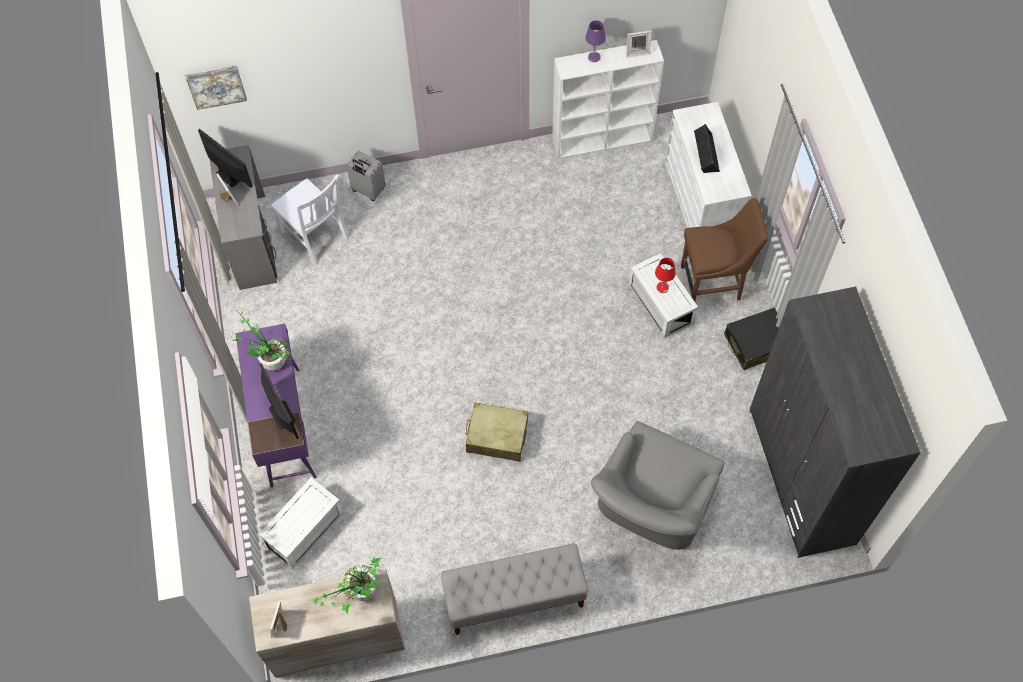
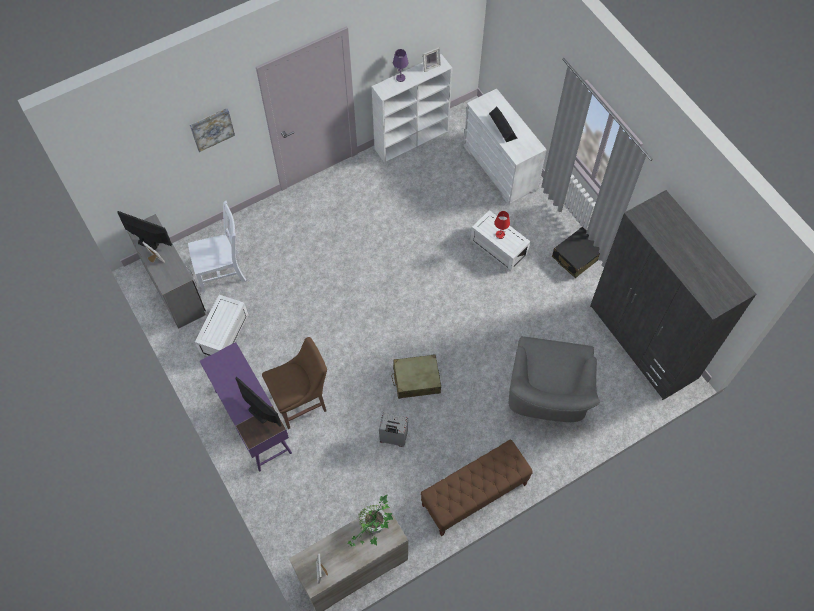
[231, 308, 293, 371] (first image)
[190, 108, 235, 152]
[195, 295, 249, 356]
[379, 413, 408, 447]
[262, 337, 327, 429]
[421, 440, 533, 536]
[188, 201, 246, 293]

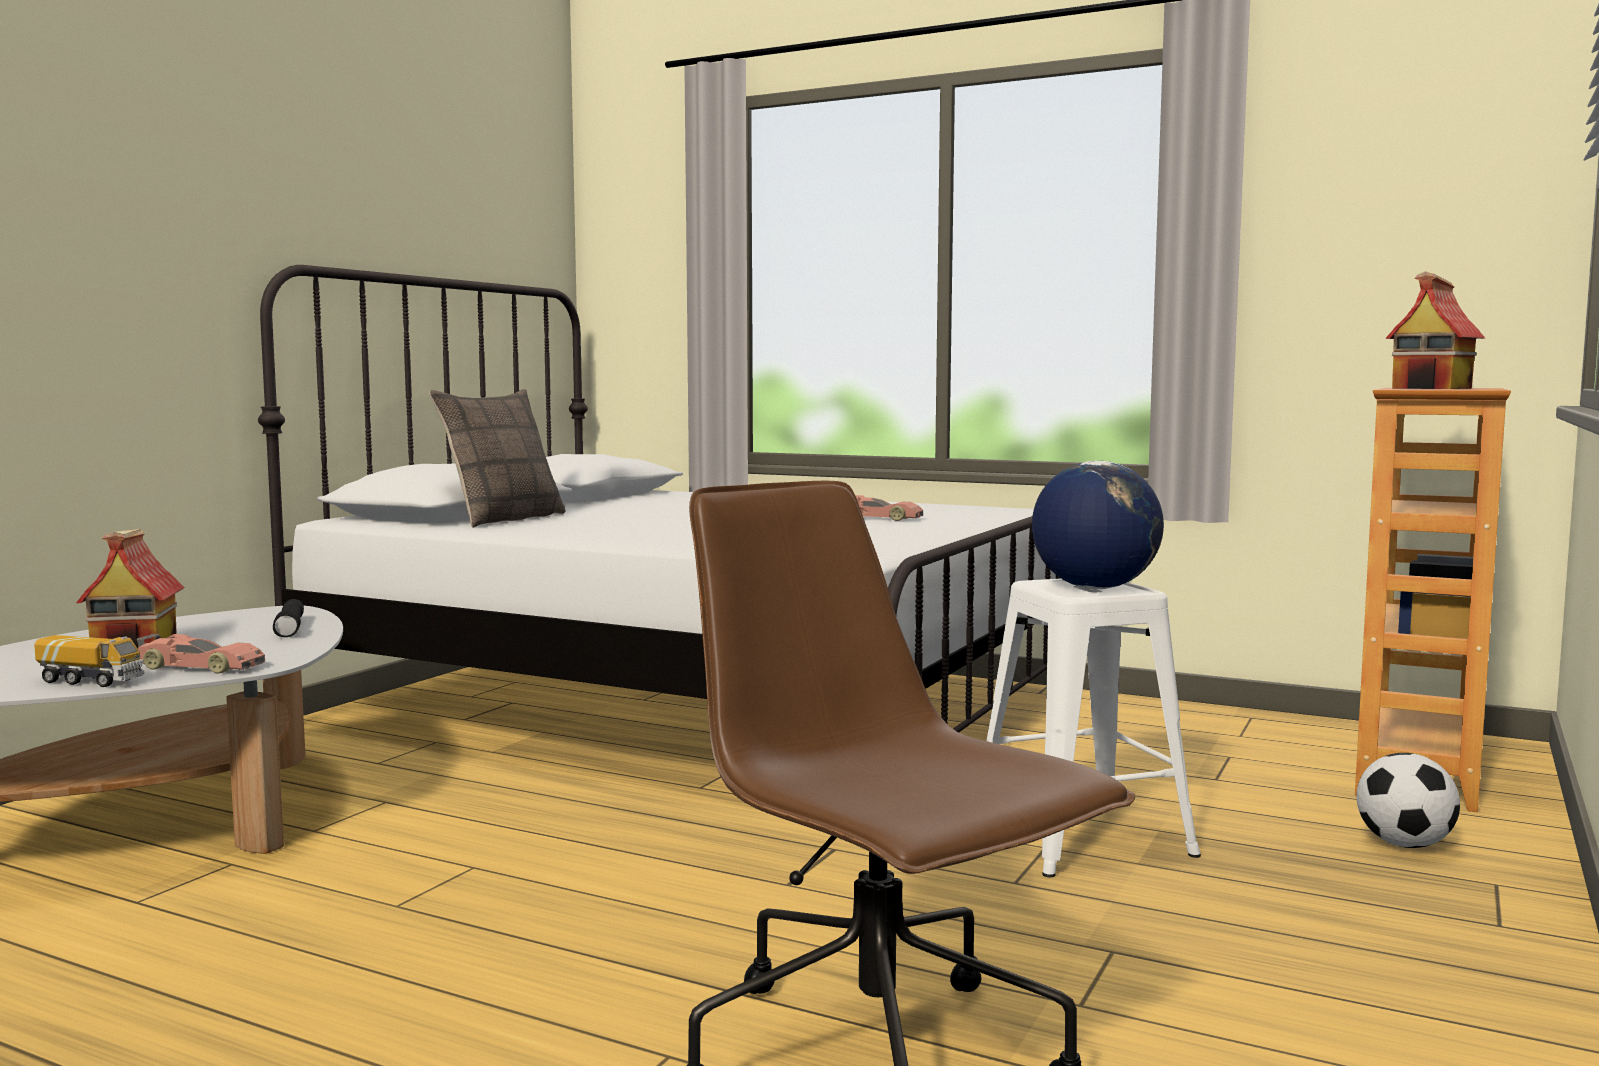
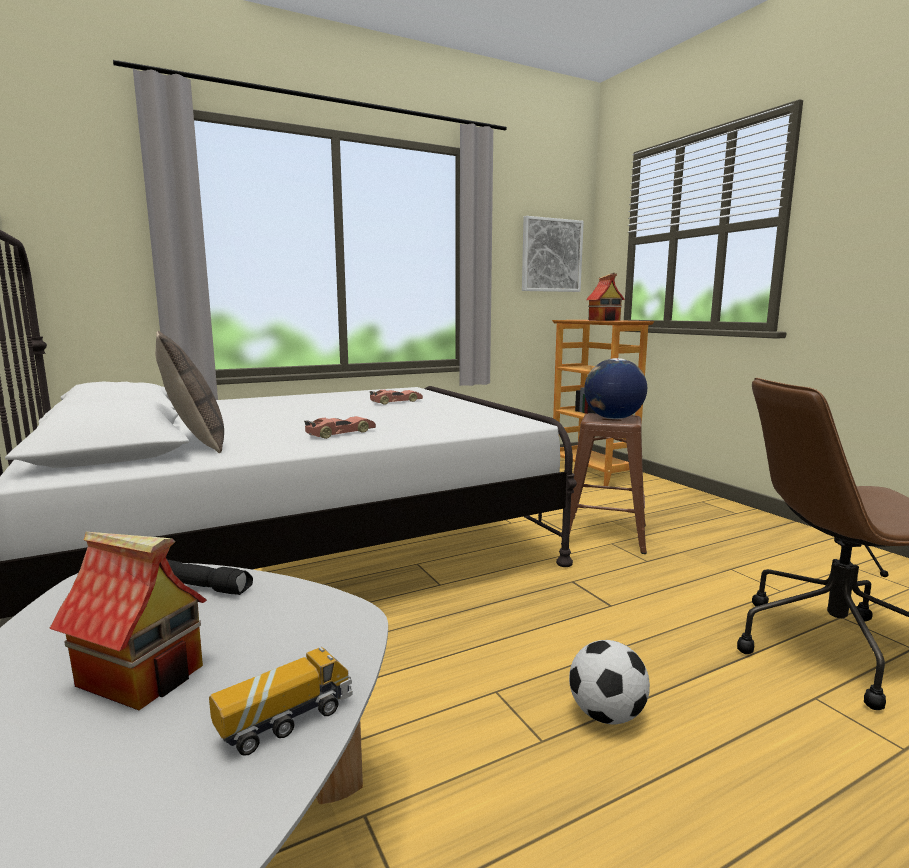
[522, 216, 584, 292]
[304, 416, 376, 439]
[569, 640, 650, 724]
[561, 413, 647, 554]

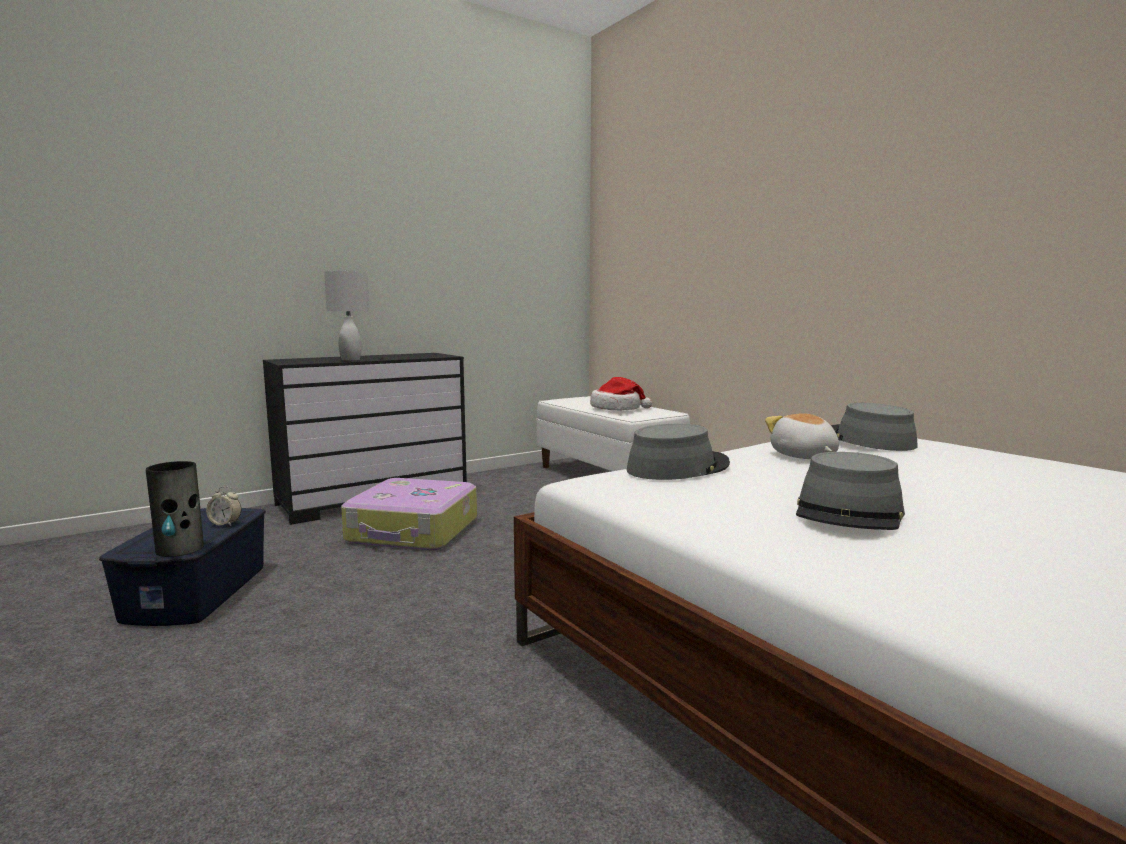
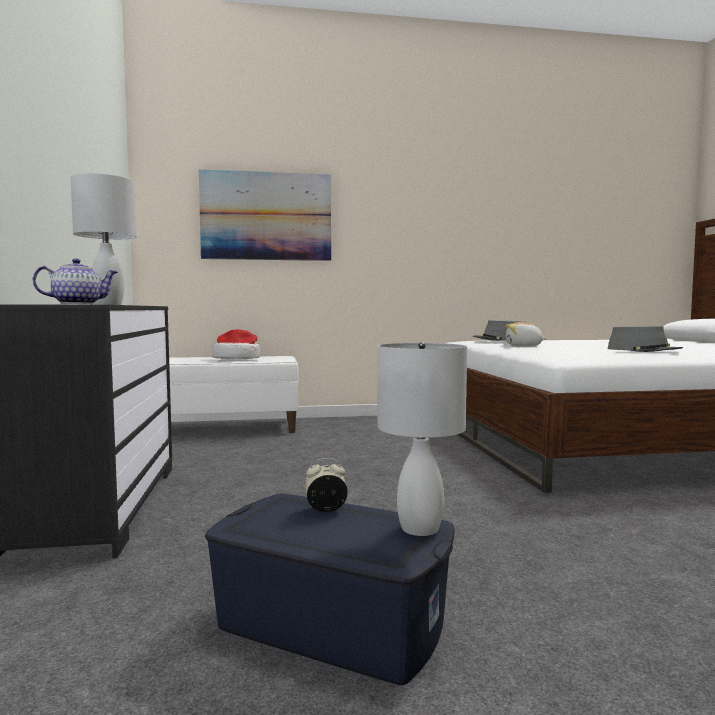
[341, 478, 477, 550] (first image)
[627, 424, 730, 480] (first image)
[32, 259, 118, 305]
[199, 169, 331, 261]
[377, 342, 467, 536]
[305, 458, 348, 512]

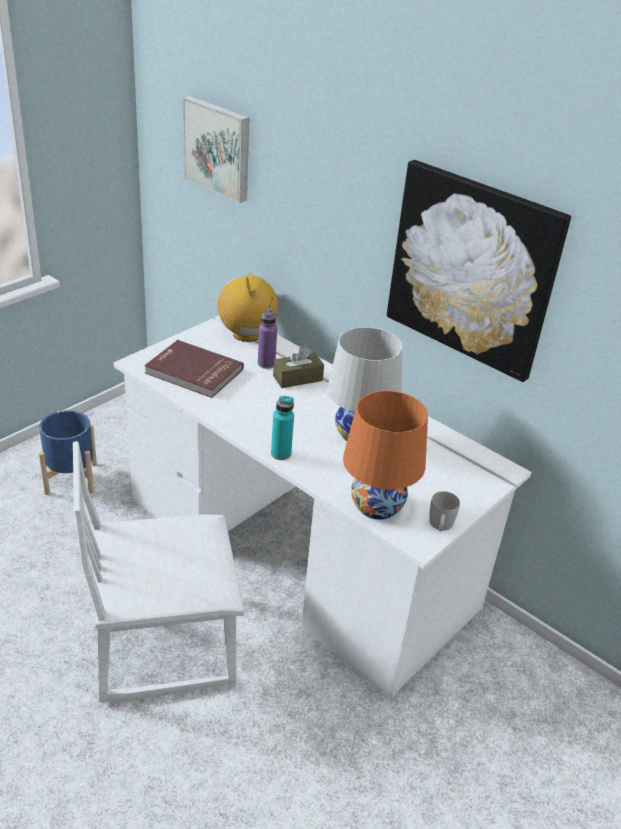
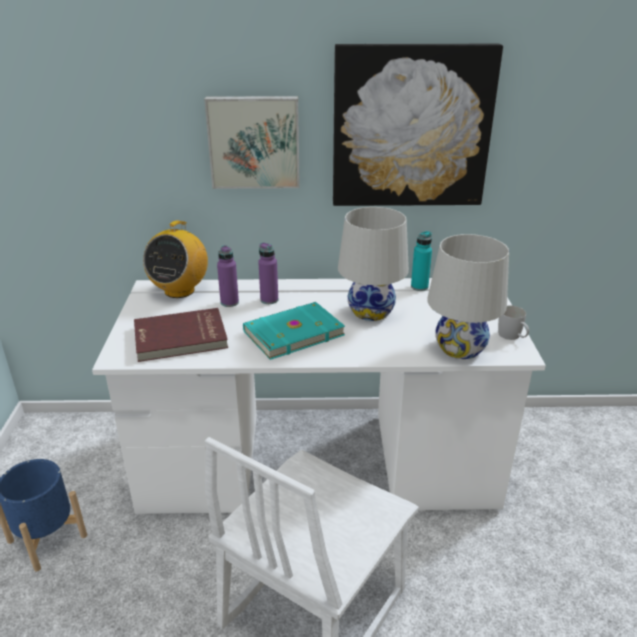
[243, 302, 345, 360]
[204, 96, 300, 189]
[411, 231, 432, 291]
[258, 243, 278, 304]
[427, 234, 509, 359]
[143, 221, 208, 298]

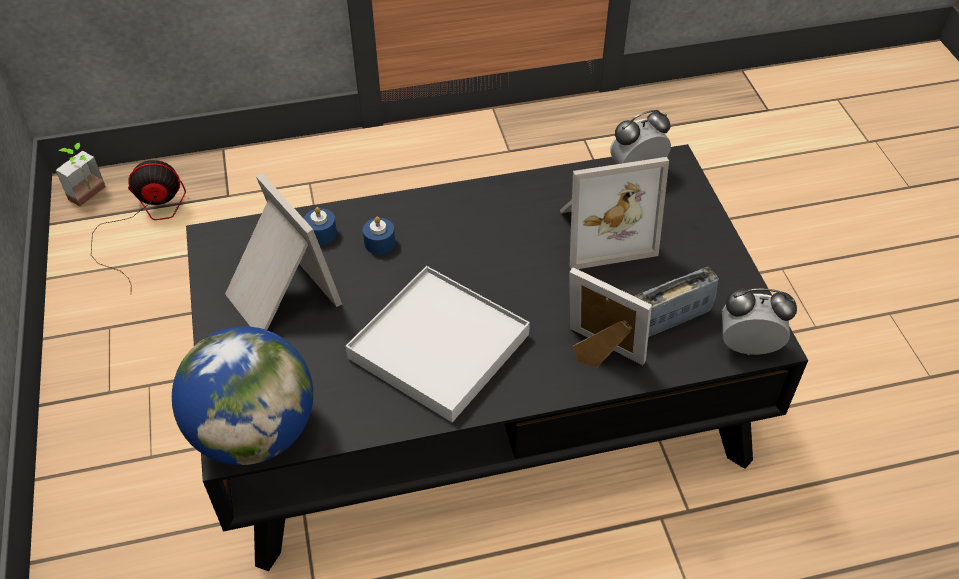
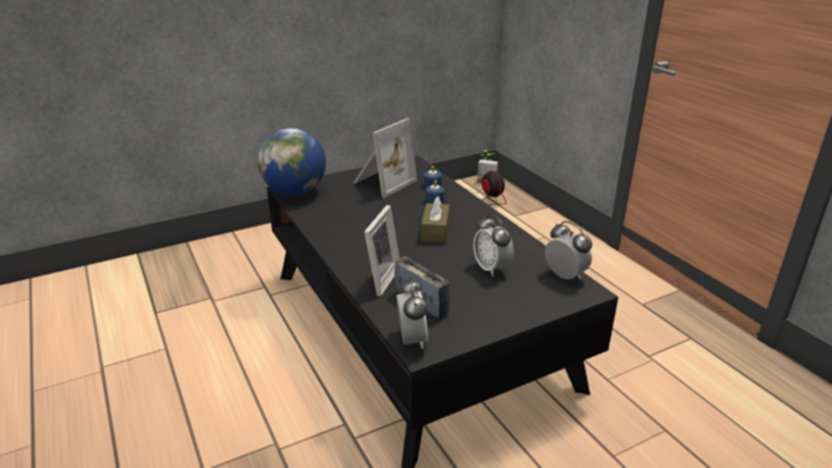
[346, 266, 530, 422] (first image)
[421, 196, 449, 243]
[473, 214, 514, 276]

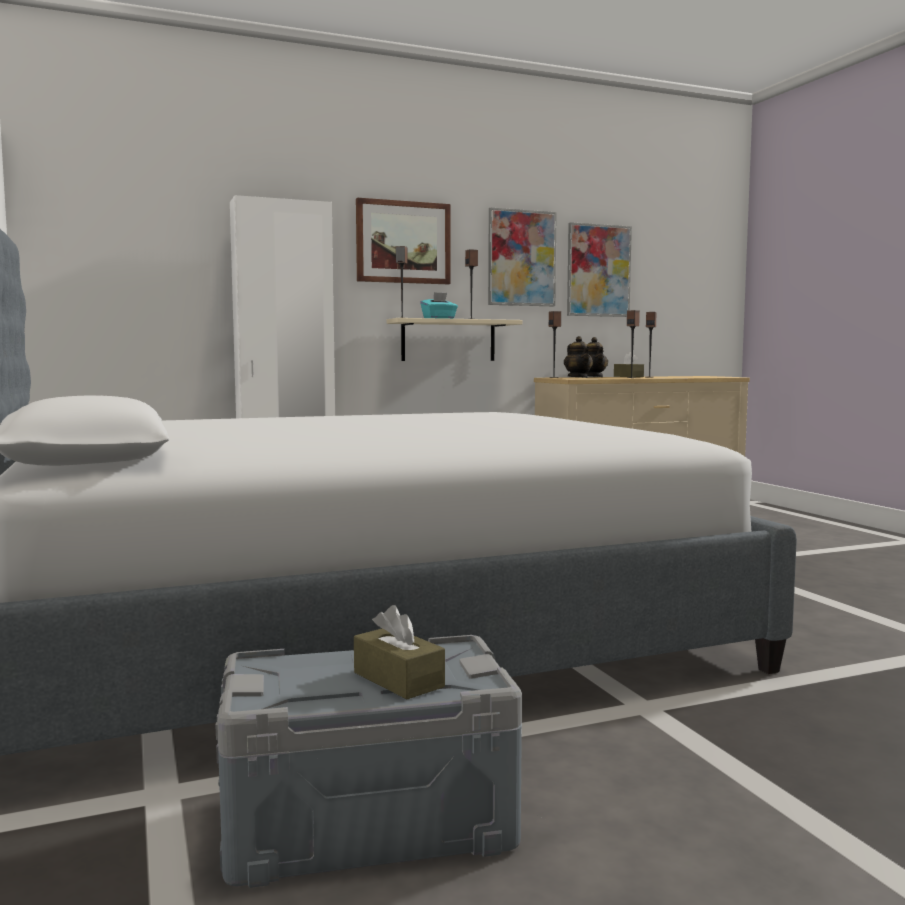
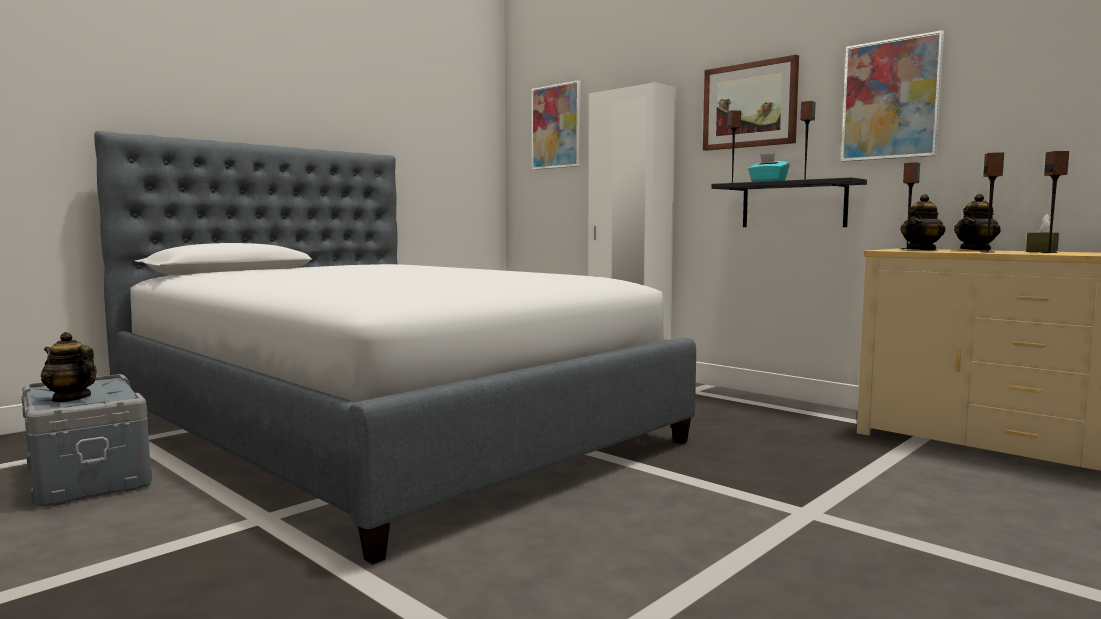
[532, 80, 581, 170]
[41, 332, 97, 403]
[712, 177, 867, 227]

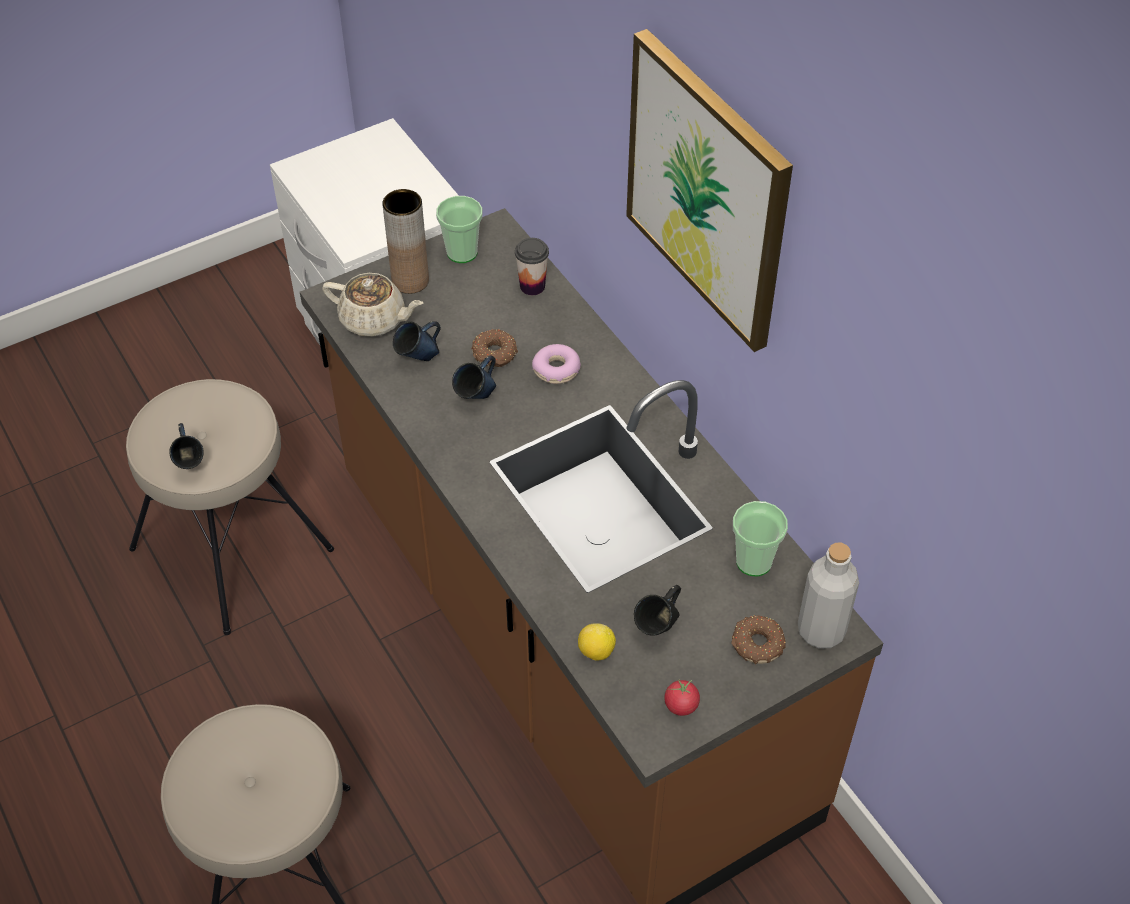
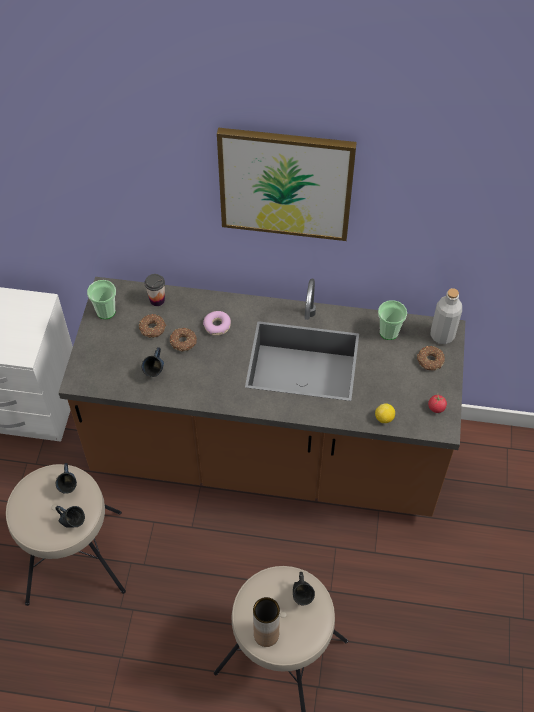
[322, 273, 423, 337] (first image)
[139, 314, 166, 338]
[253, 597, 280, 647]
[56, 463, 77, 494]
[293, 572, 315, 605]

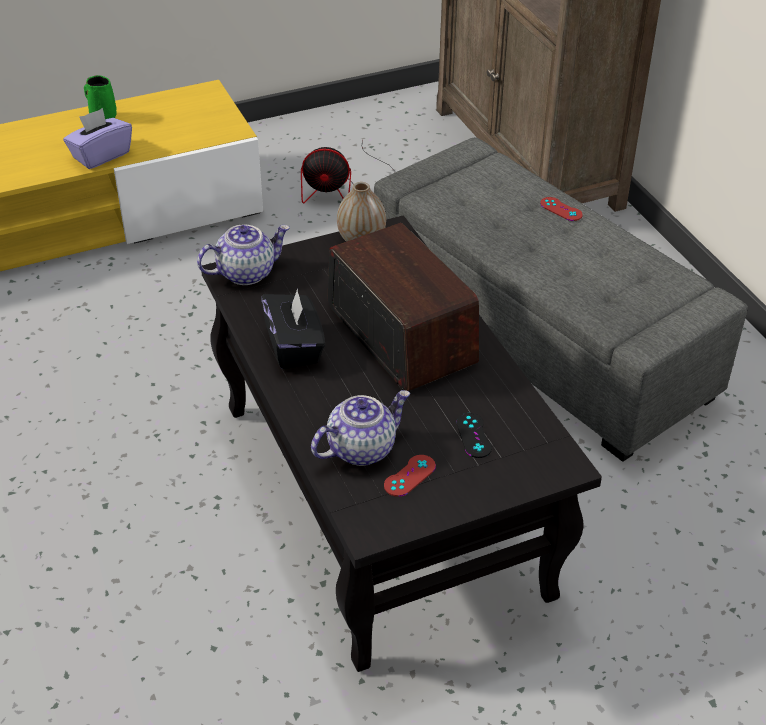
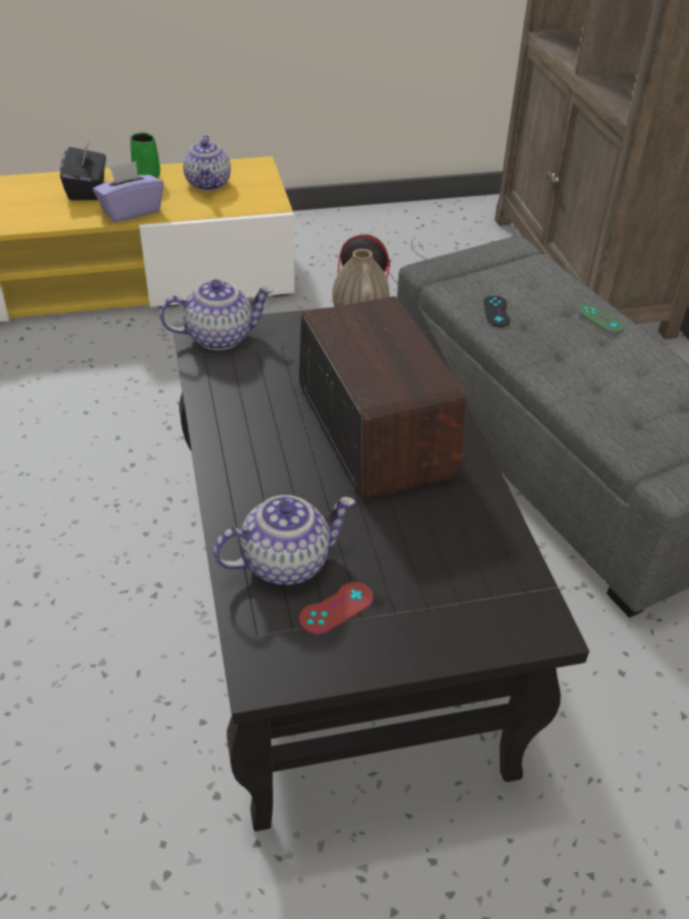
[183, 135, 231, 191]
[60, 142, 106, 200]
[484, 296, 510, 327]
[578, 304, 625, 333]

